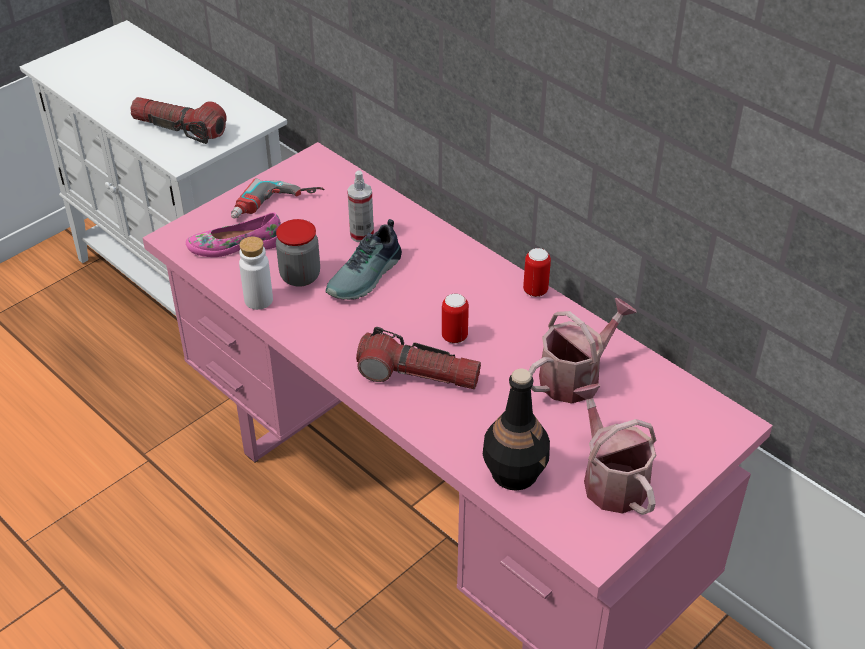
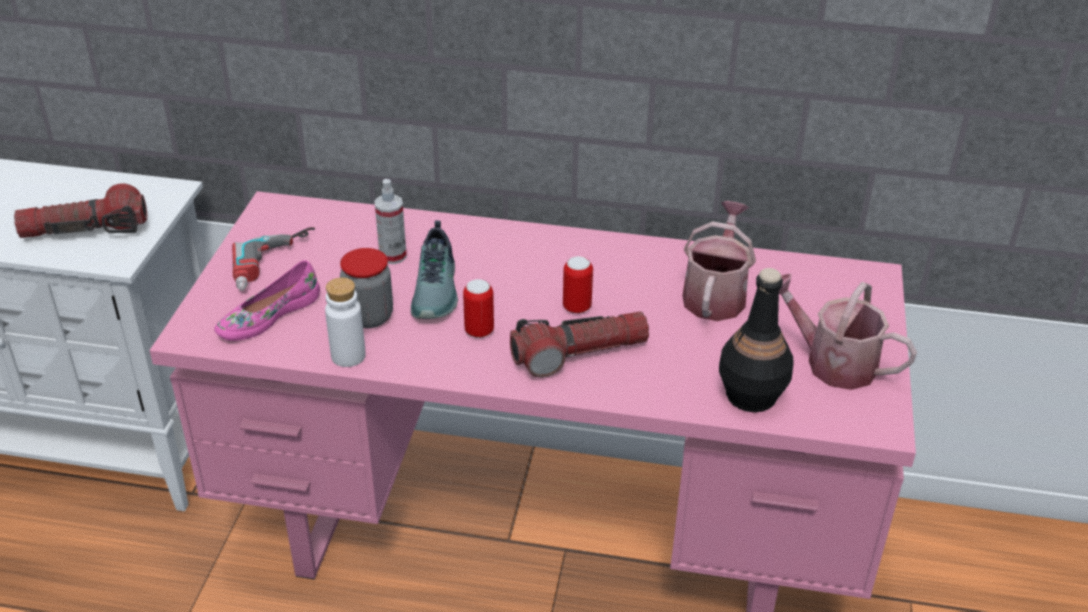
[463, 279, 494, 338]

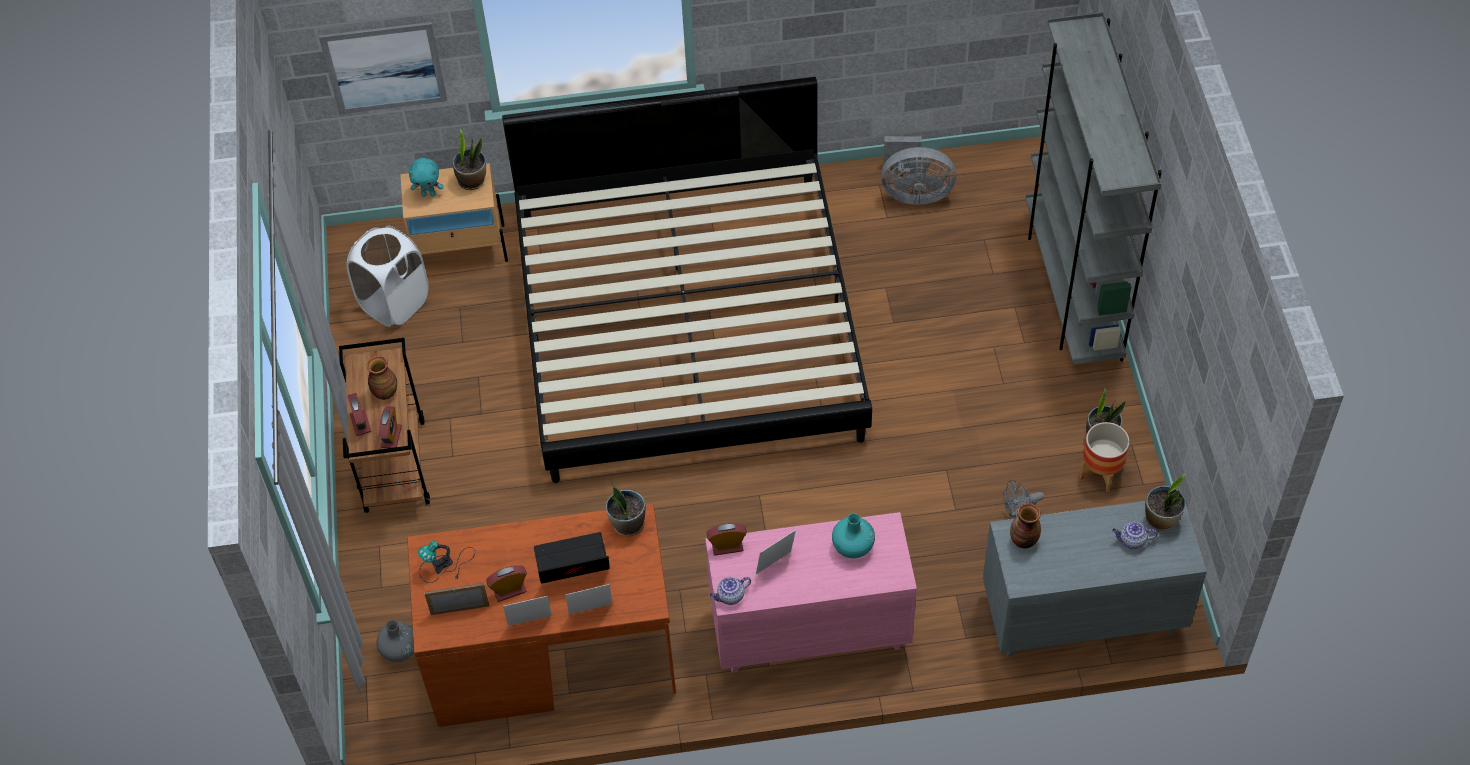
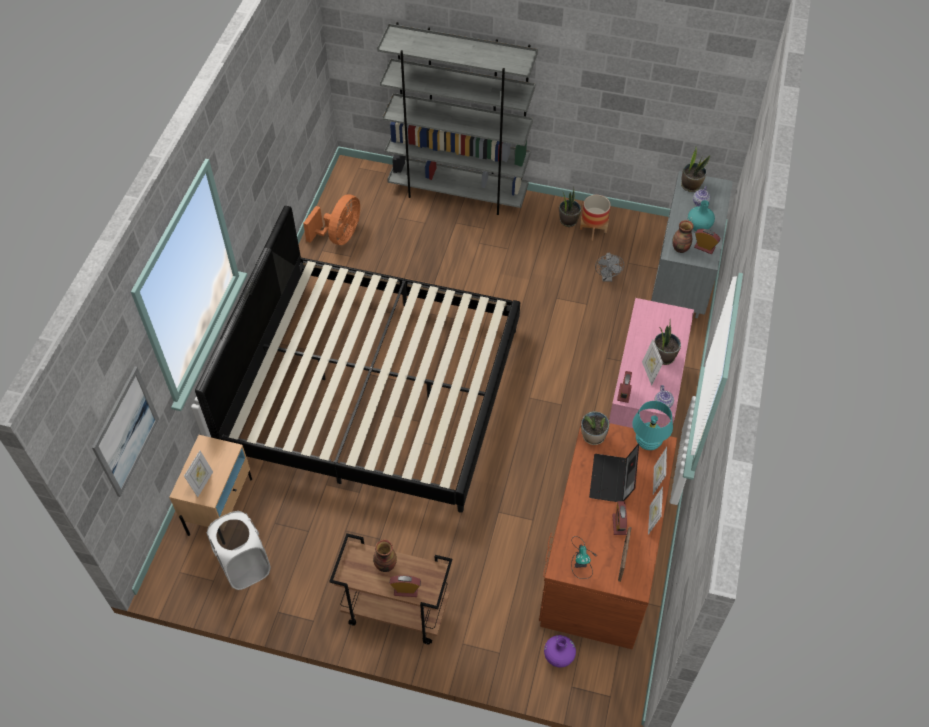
[632, 401, 673, 450]
[694, 229, 721, 254]
[654, 323, 681, 365]
[687, 200, 715, 231]
[184, 451, 213, 497]
[544, 635, 576, 668]
[303, 194, 360, 245]

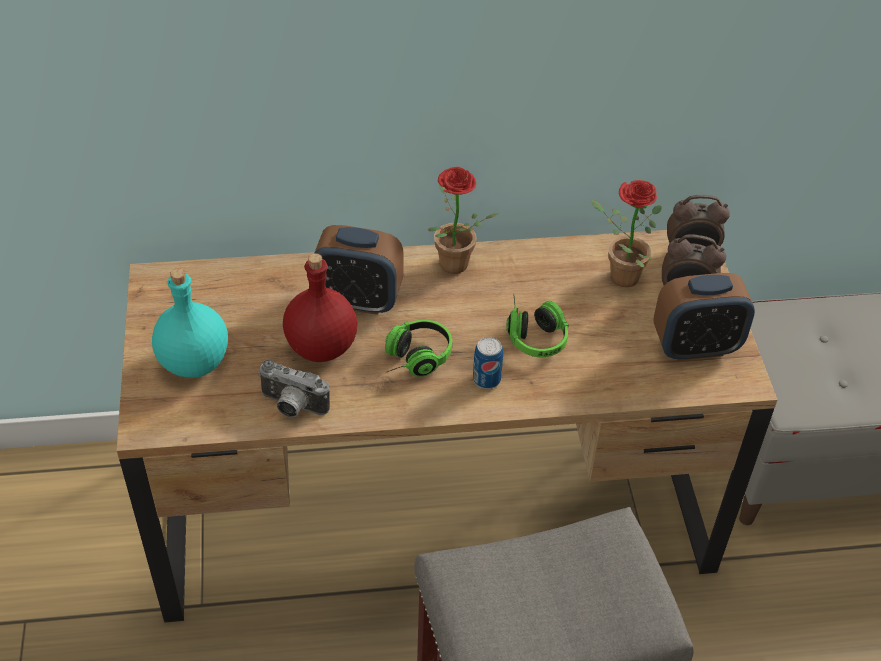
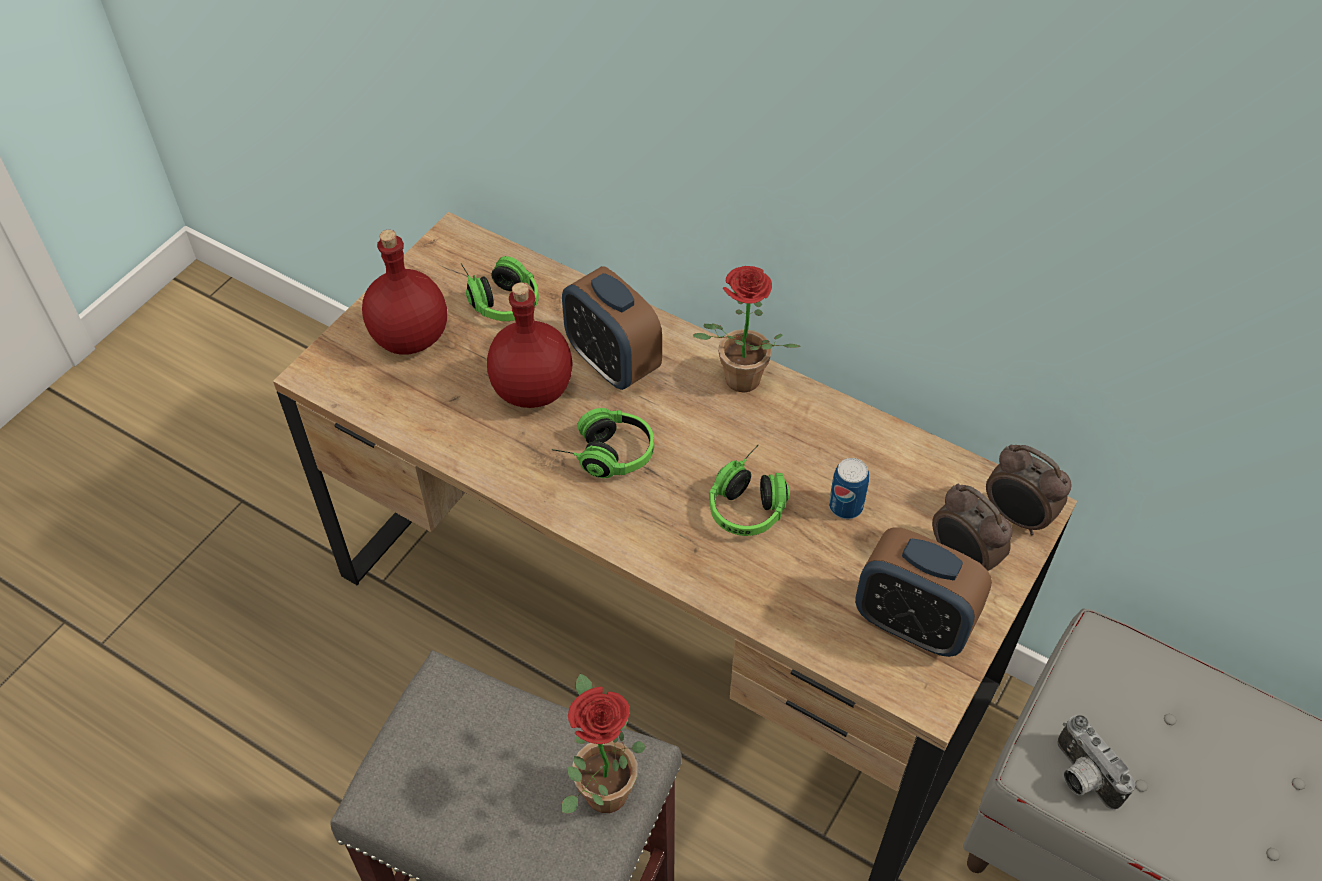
[460, 256, 539, 321]
[1057, 715, 1135, 810]
[829, 458, 869, 519]
[562, 674, 646, 813]
[362, 230, 447, 355]

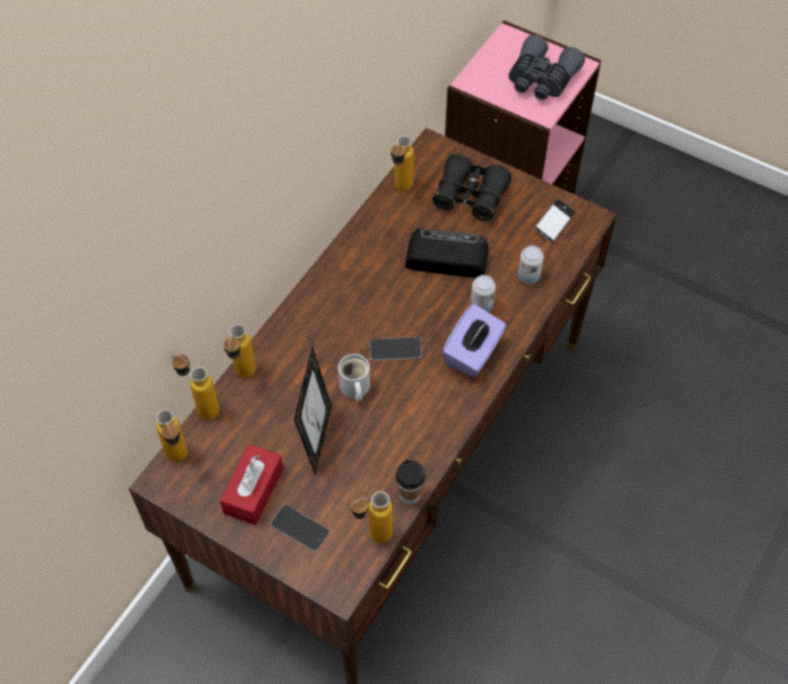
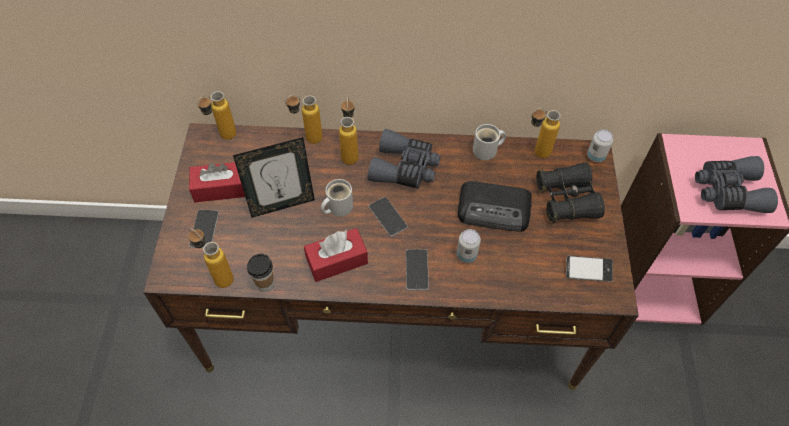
[304, 228, 368, 282]
[368, 129, 441, 189]
[473, 124, 506, 160]
[339, 98, 358, 165]
[587, 129, 613, 162]
[406, 249, 429, 290]
[458, 181, 532, 232]

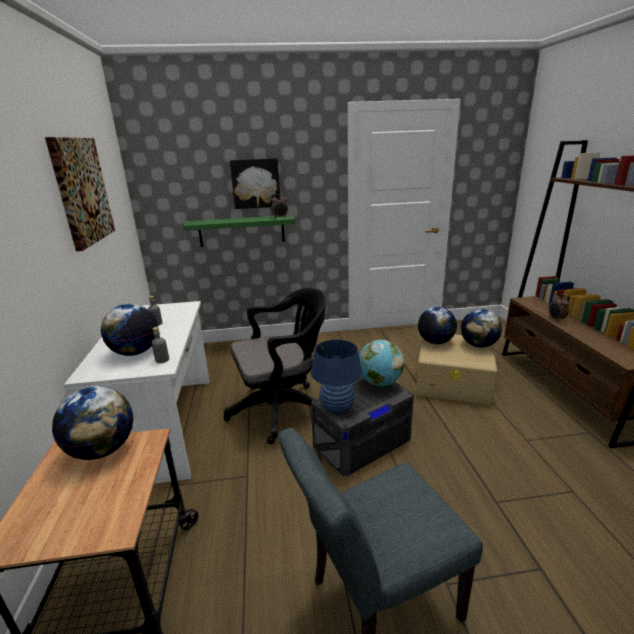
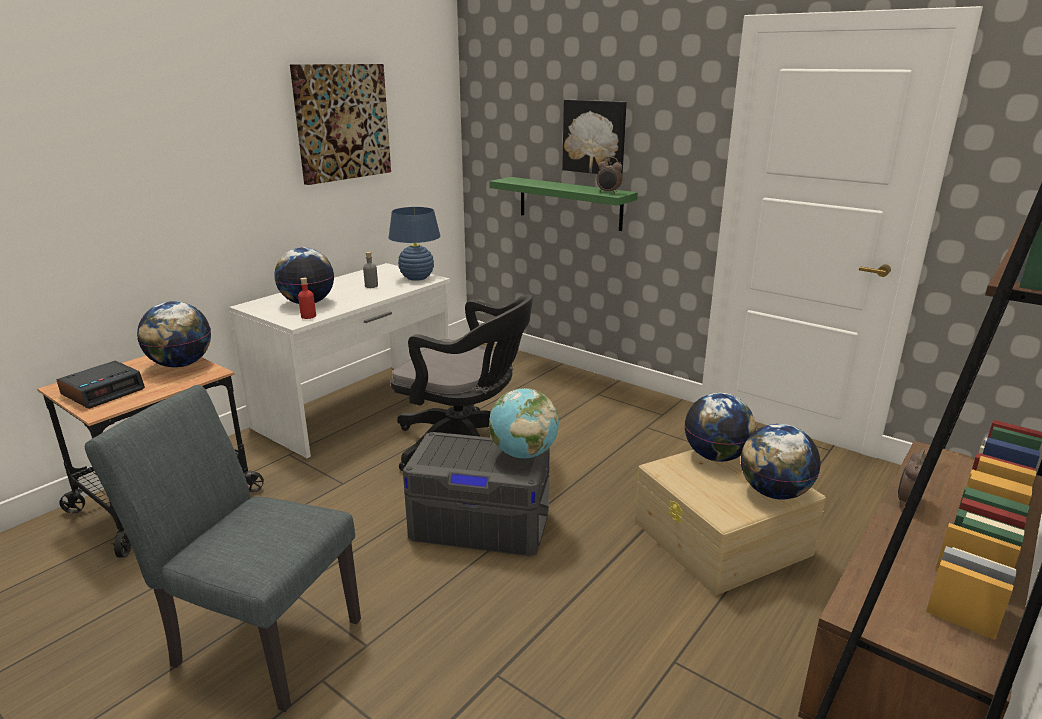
[57, 361, 145, 409]
[388, 207, 441, 281]
[298, 278, 316, 319]

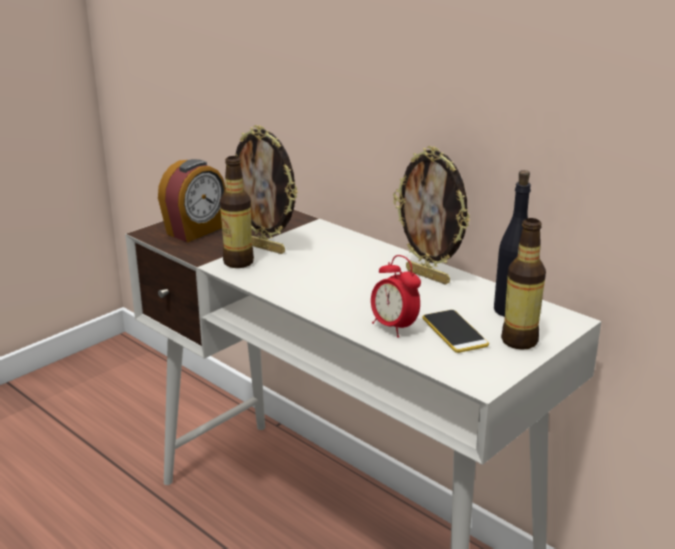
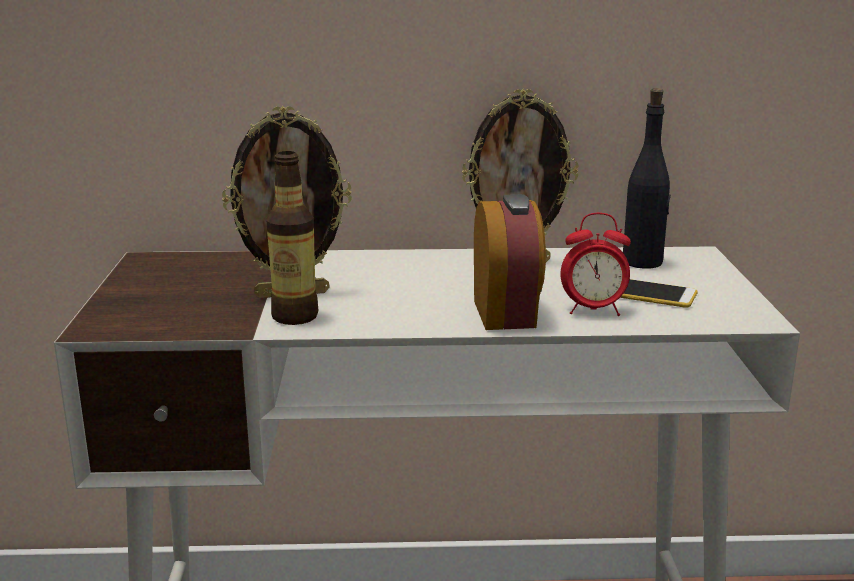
[501, 218, 546, 350] (first image)
[474, 194, 546, 330]

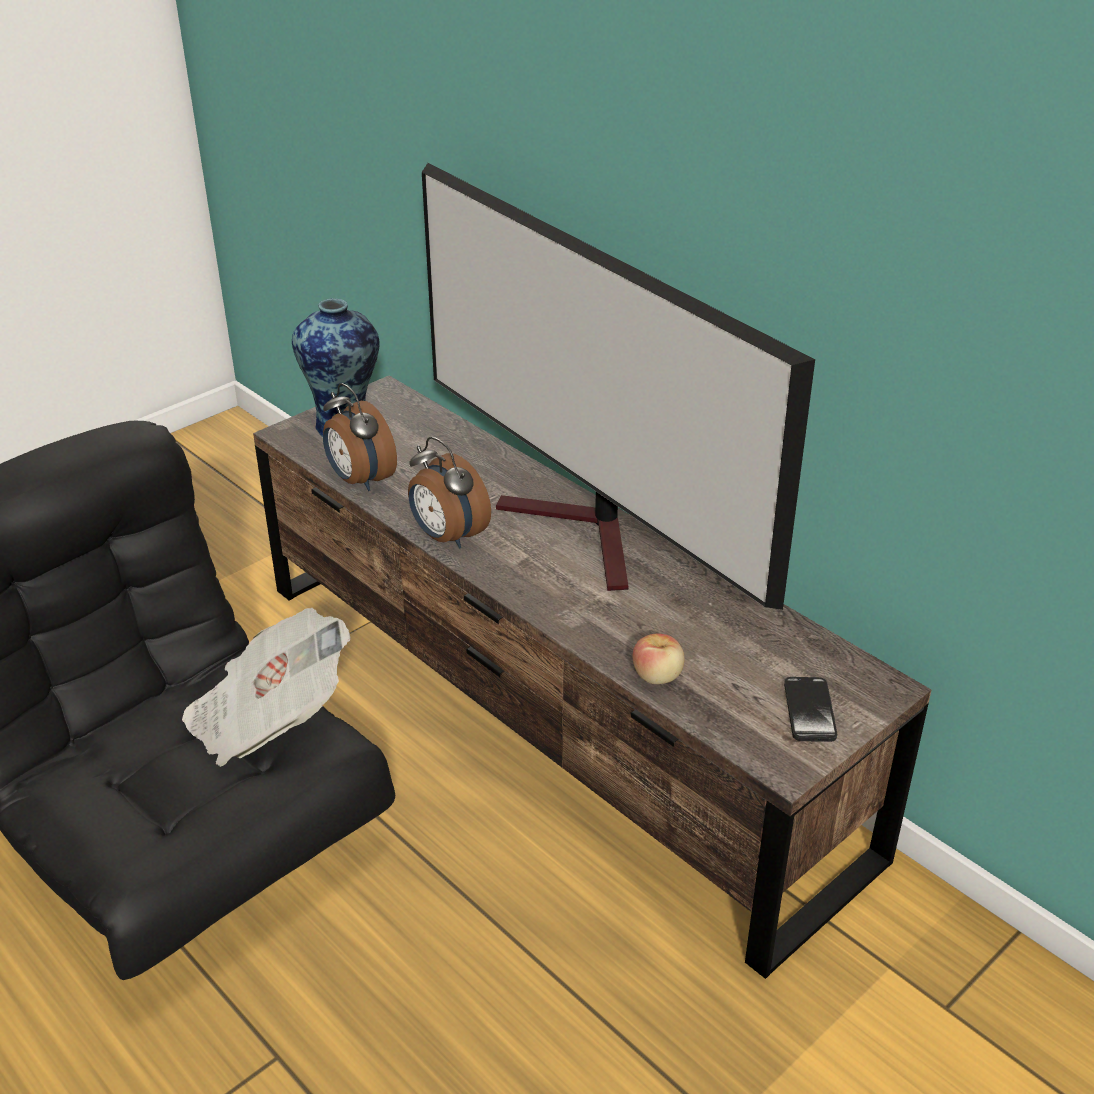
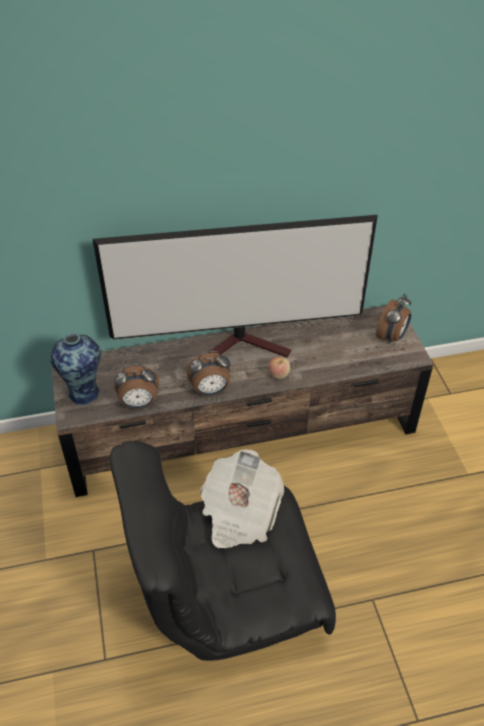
[268, 357, 290, 379]
[376, 294, 411, 344]

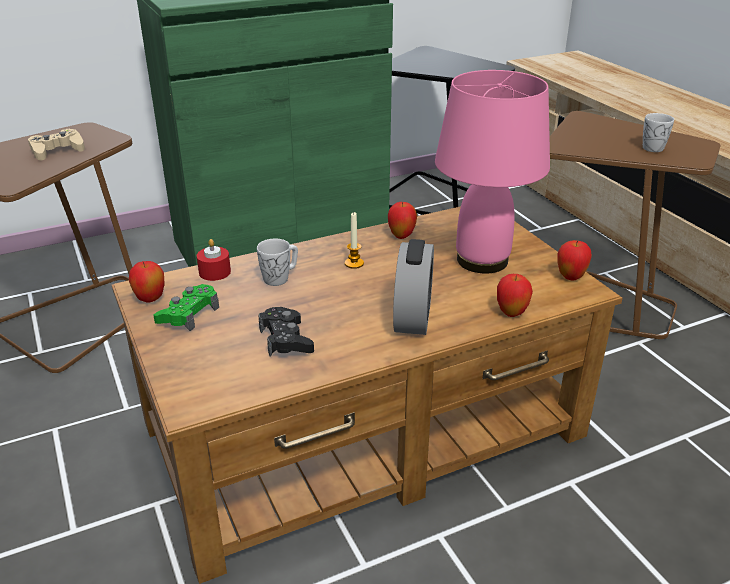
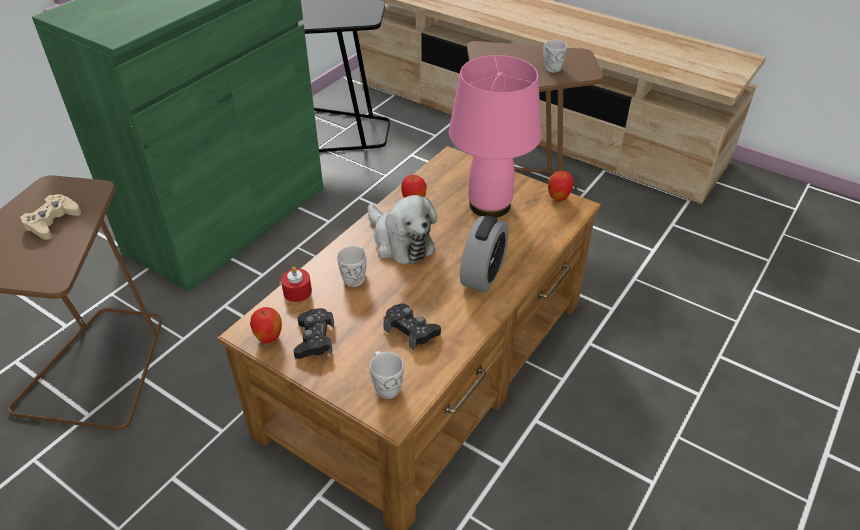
[497, 274, 533, 317] (first image)
[370, 351, 404, 399]
[368, 195, 437, 264]
[294, 308, 334, 359]
[460, 216, 509, 292]

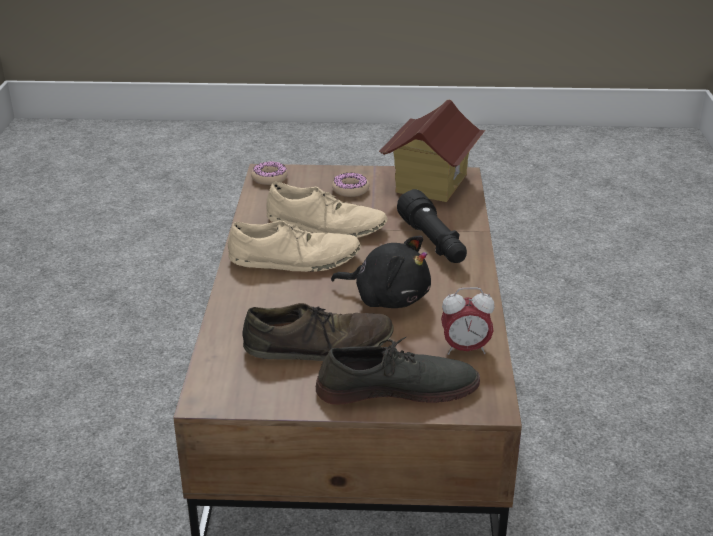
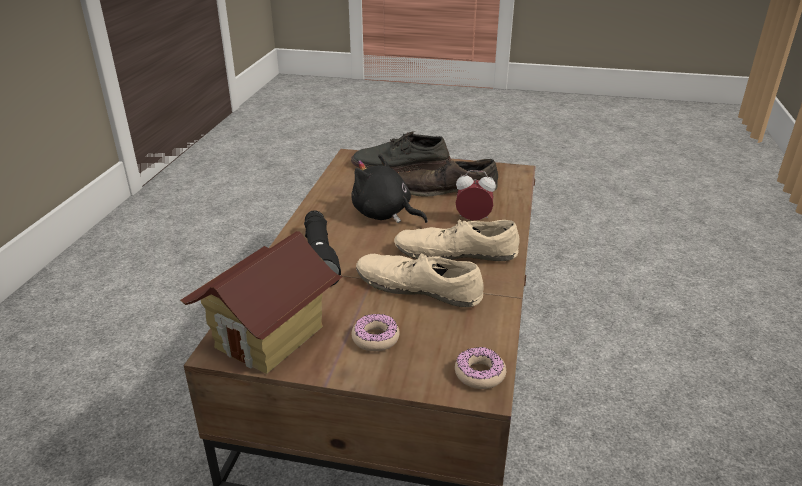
[455, 170, 496, 221]

